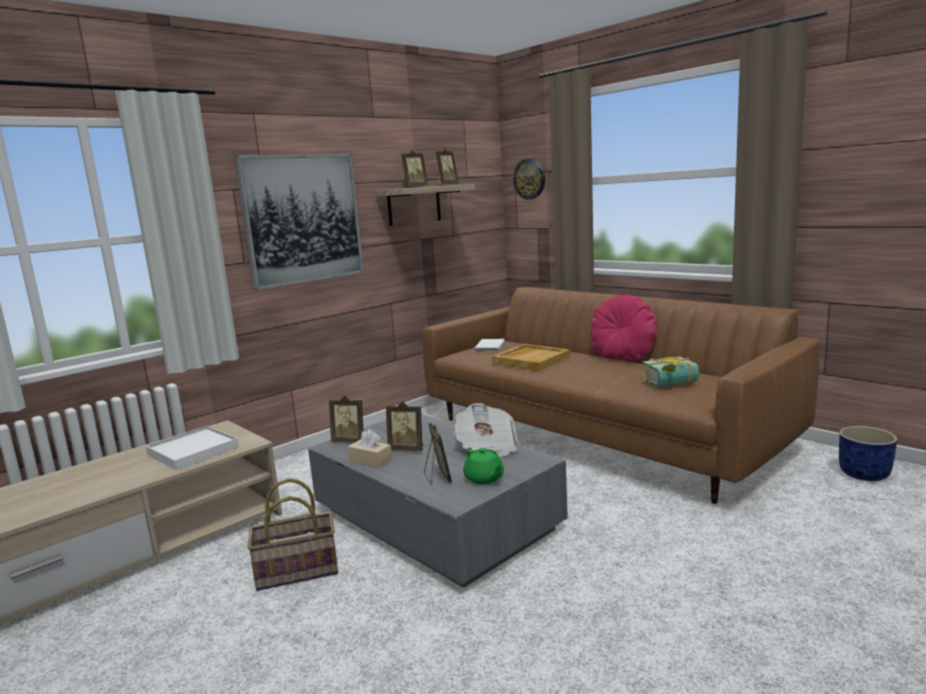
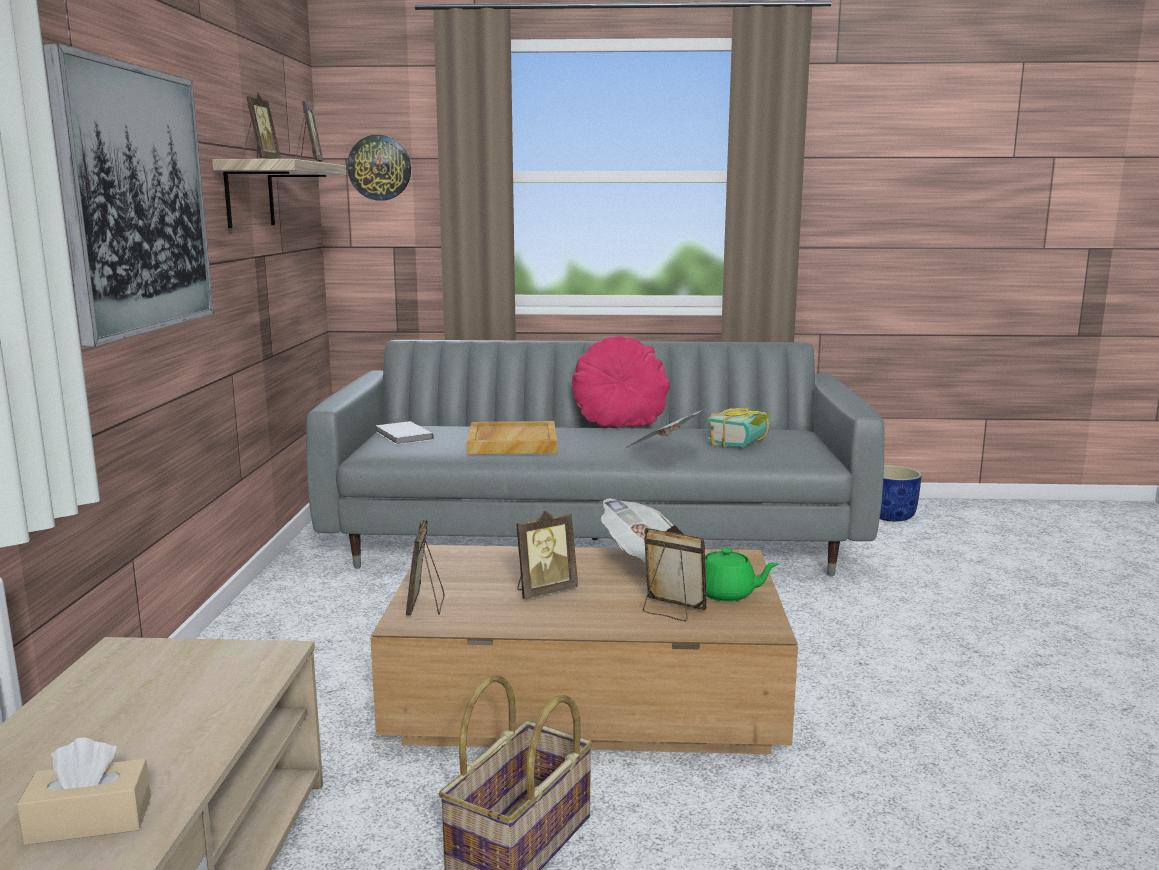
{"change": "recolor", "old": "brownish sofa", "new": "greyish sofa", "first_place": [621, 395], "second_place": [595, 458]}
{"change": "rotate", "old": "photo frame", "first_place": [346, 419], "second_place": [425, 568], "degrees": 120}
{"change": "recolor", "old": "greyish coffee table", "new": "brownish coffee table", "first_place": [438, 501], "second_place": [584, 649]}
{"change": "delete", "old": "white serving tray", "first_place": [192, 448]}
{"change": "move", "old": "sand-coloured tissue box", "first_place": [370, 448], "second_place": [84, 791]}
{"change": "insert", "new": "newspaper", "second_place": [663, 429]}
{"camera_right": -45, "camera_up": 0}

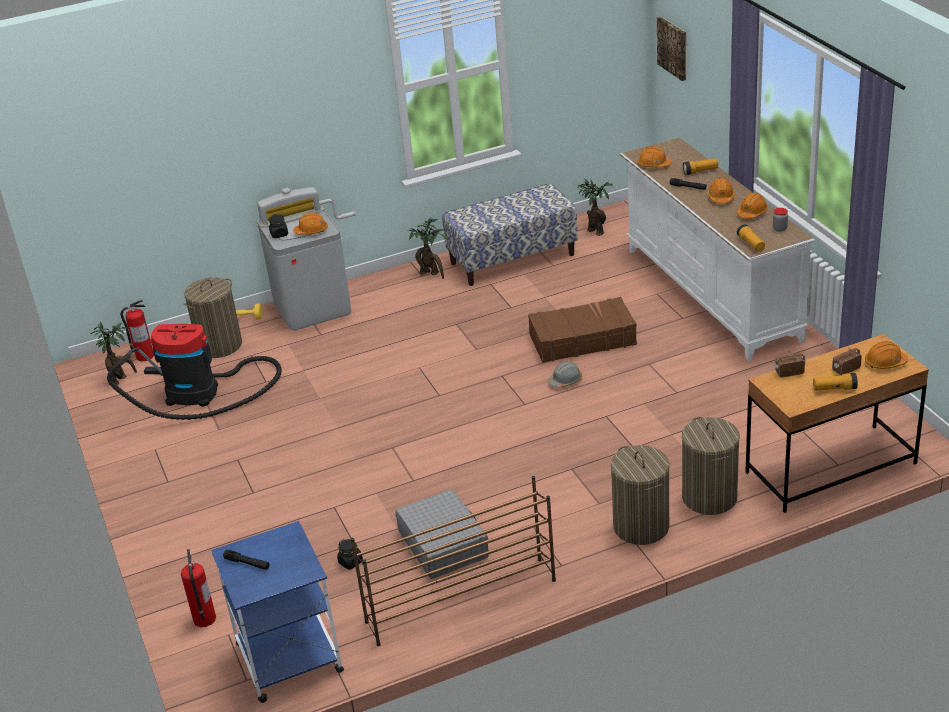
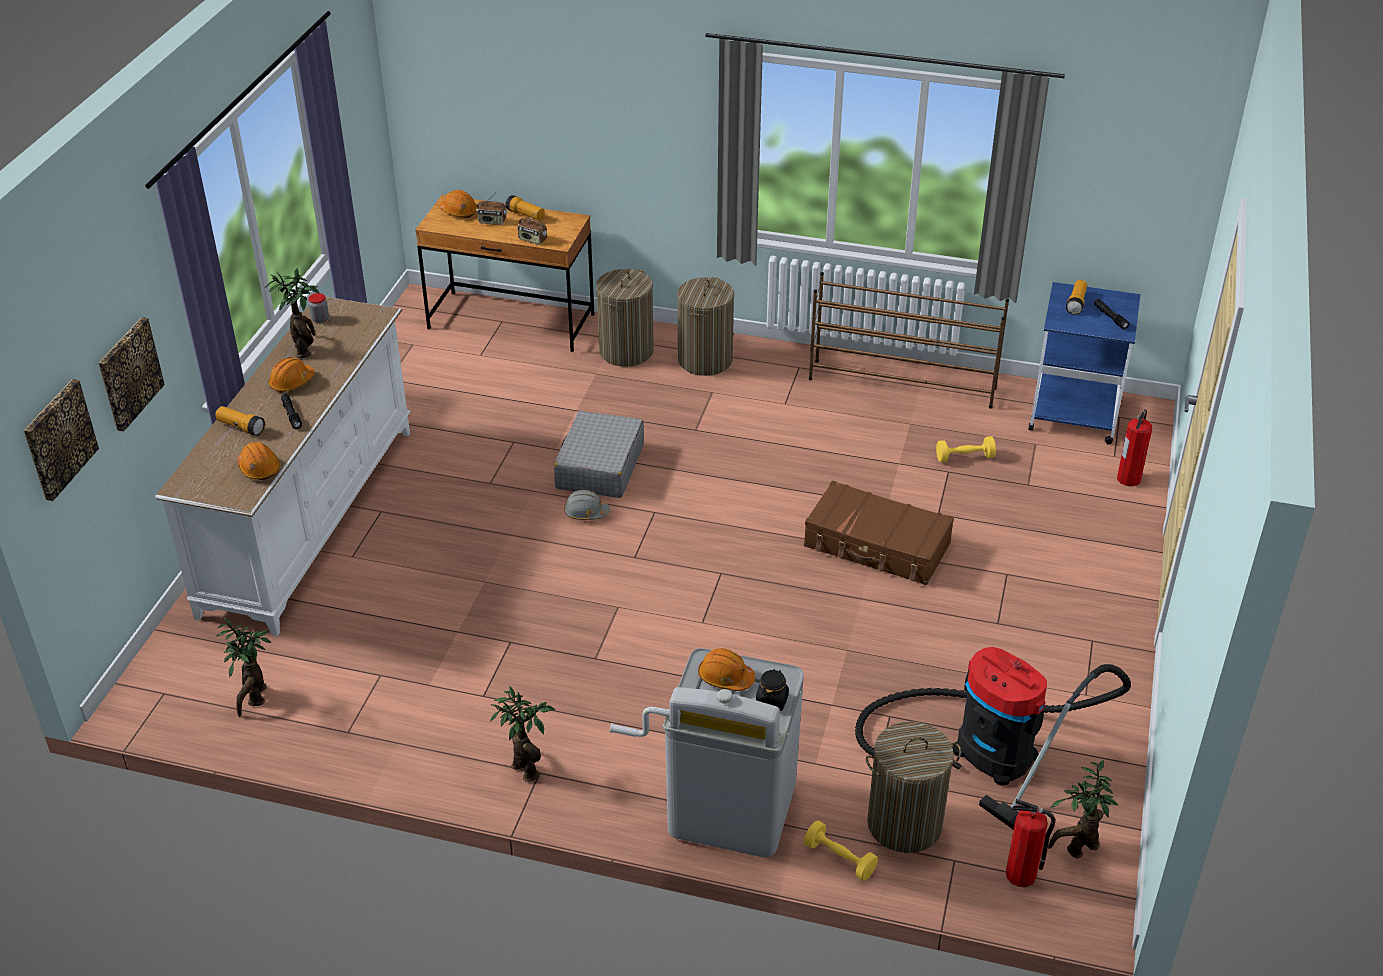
{"change": "delete", "old": "indoor bench", "first_place": [510, 234]}
{"change": "replace", "old": "orange work helmet", "new": "potted plant", "first_place": [752, 206], "second_place": [292, 313]}
{"change": "move", "old": "flashlight", "first_place": [751, 237], "second_place": [1076, 297]}
{"change": "move", "old": "brownish piece of luggage", "first_place": [582, 330], "second_place": [879, 533]}
{"change": "move", "old": "greyish piece of luggage", "first_place": [442, 534], "second_place": [599, 454]}
{"change": "replace", "old": "black-coloured jar", "new": "yellow-coloured free weight", "first_place": [350, 554], "second_place": [966, 449]}
{"change": "insert", "new": "wall picture", "second_place": [132, 374]}
{"camera_right": -145, "camera_up": 5}

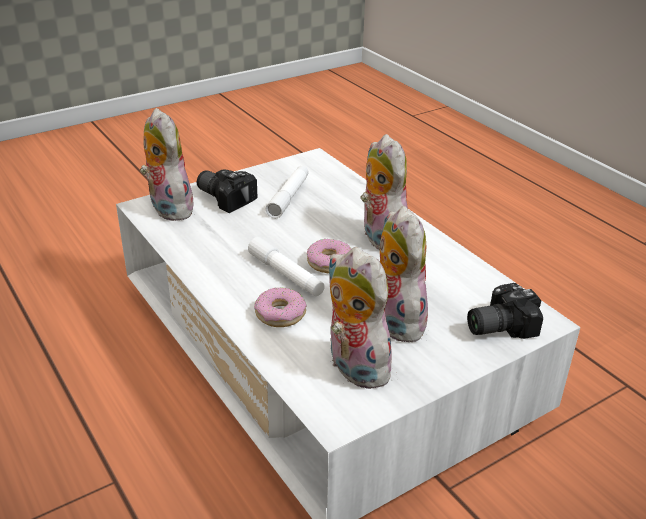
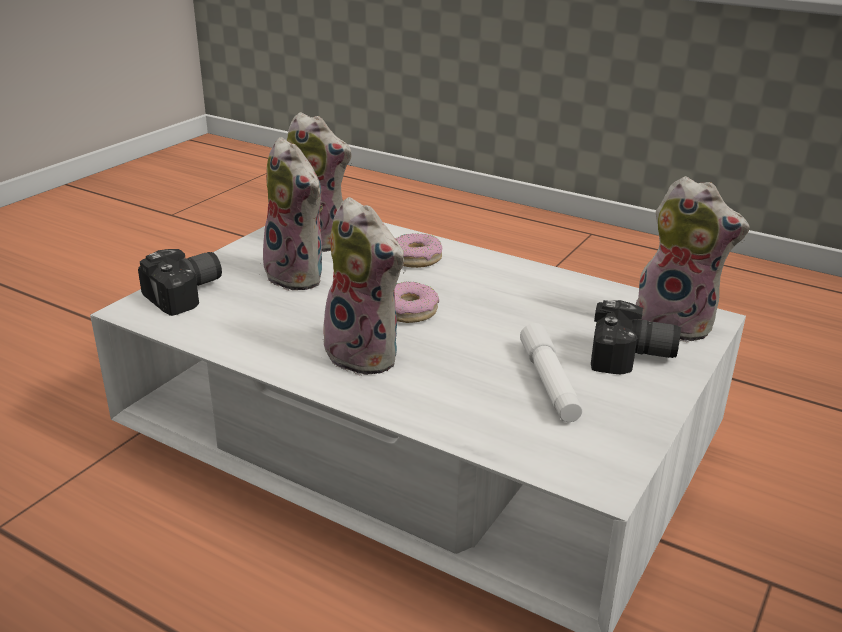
{"change": "delete", "old": "white flashlight", "first_place": [286, 266]}
{"camera_right": 155, "camera_up": -5}

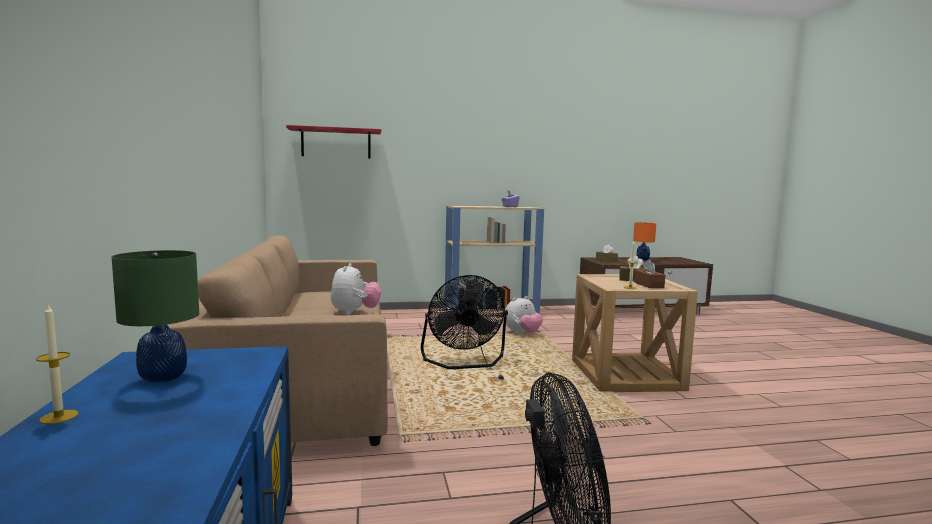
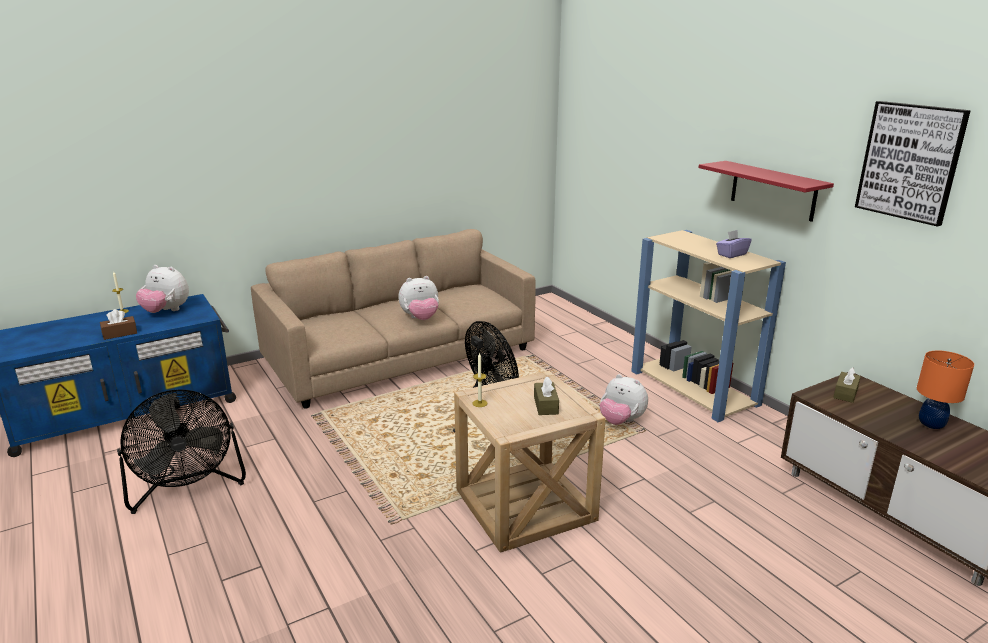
{"change": "move", "old": "red-coloured shelf", "first_place": [333, 141], "second_place": [766, 191]}
{"change": "replace", "old": "green-coloured tabletop lamp", "new": "cuddly toy", "first_place": [155, 316], "second_place": [162, 289]}
{"change": "move", "old": "brownish tissue box", "first_place": [649, 273], "second_place": [118, 324]}
{"change": "insert", "new": "wall picture", "second_place": [913, 163]}
{"camera_right": 70, "camera_up": 15}

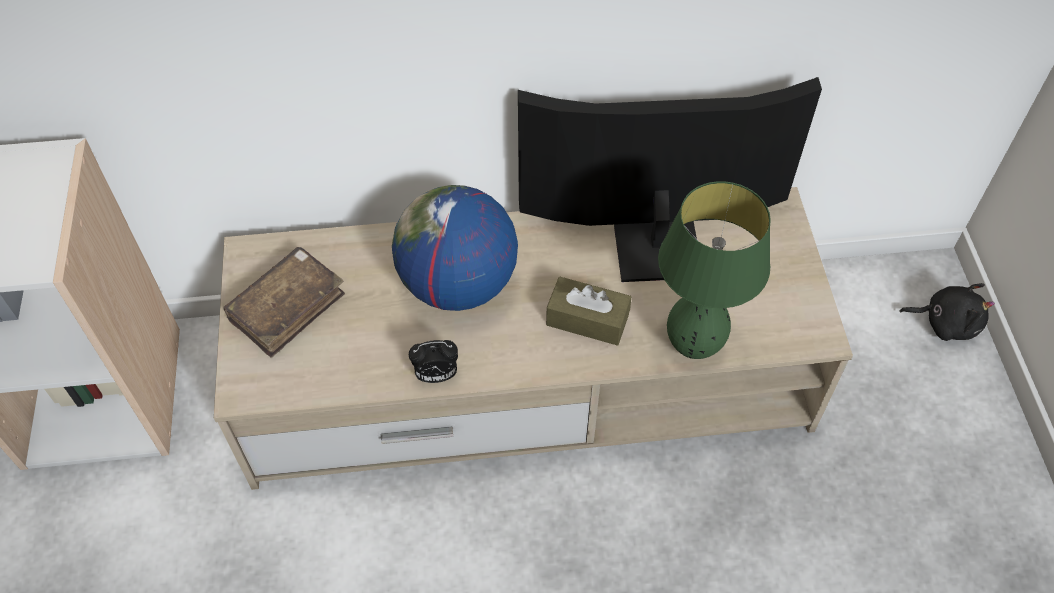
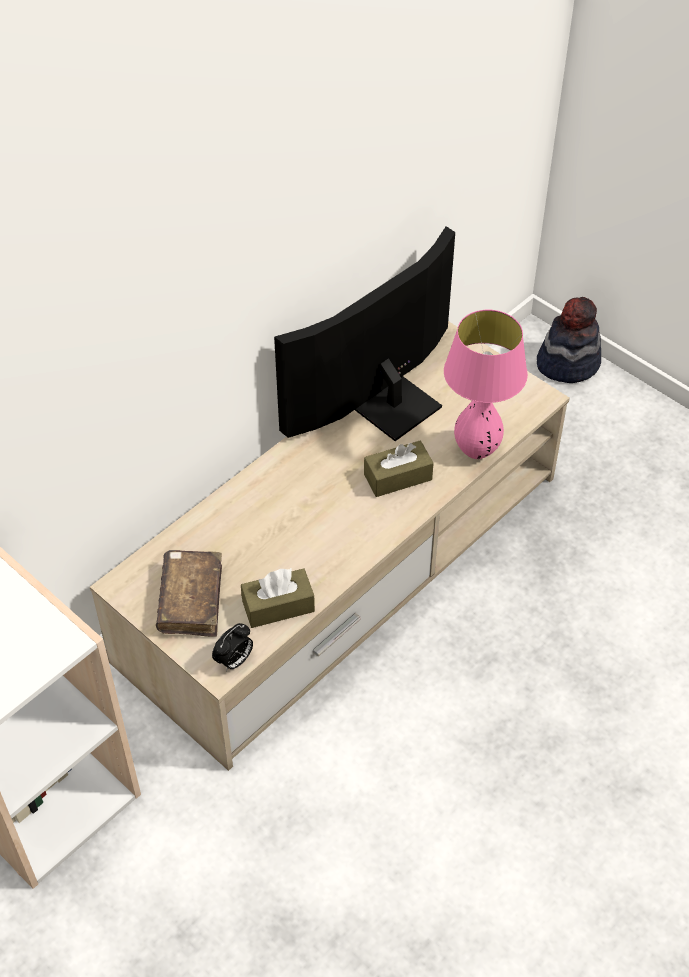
{"change": "recolor", "old": "green-coloured tabletop lamp", "new": "pinkish tabletop lamp", "first_place": [714, 270], "second_place": [486, 384]}
{"change": "delete", "old": "globe", "first_place": [455, 248]}
{"change": "replace", "old": "black-coloured cuddly toy", "new": "clothing hat", "first_place": [947, 312], "second_place": [569, 340]}
{"change": "move", "old": "bedside clock", "first_place": [433, 361], "second_place": [232, 647]}
{"change": "insert", "new": "brownish tissue box", "second_place": [278, 598]}
{"camera_right": -40, "camera_up": -5}

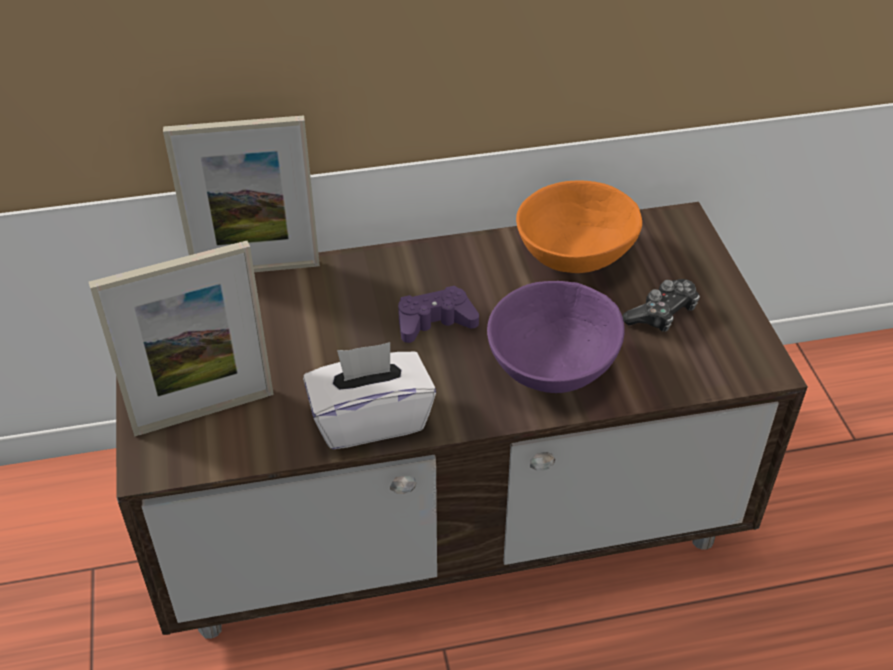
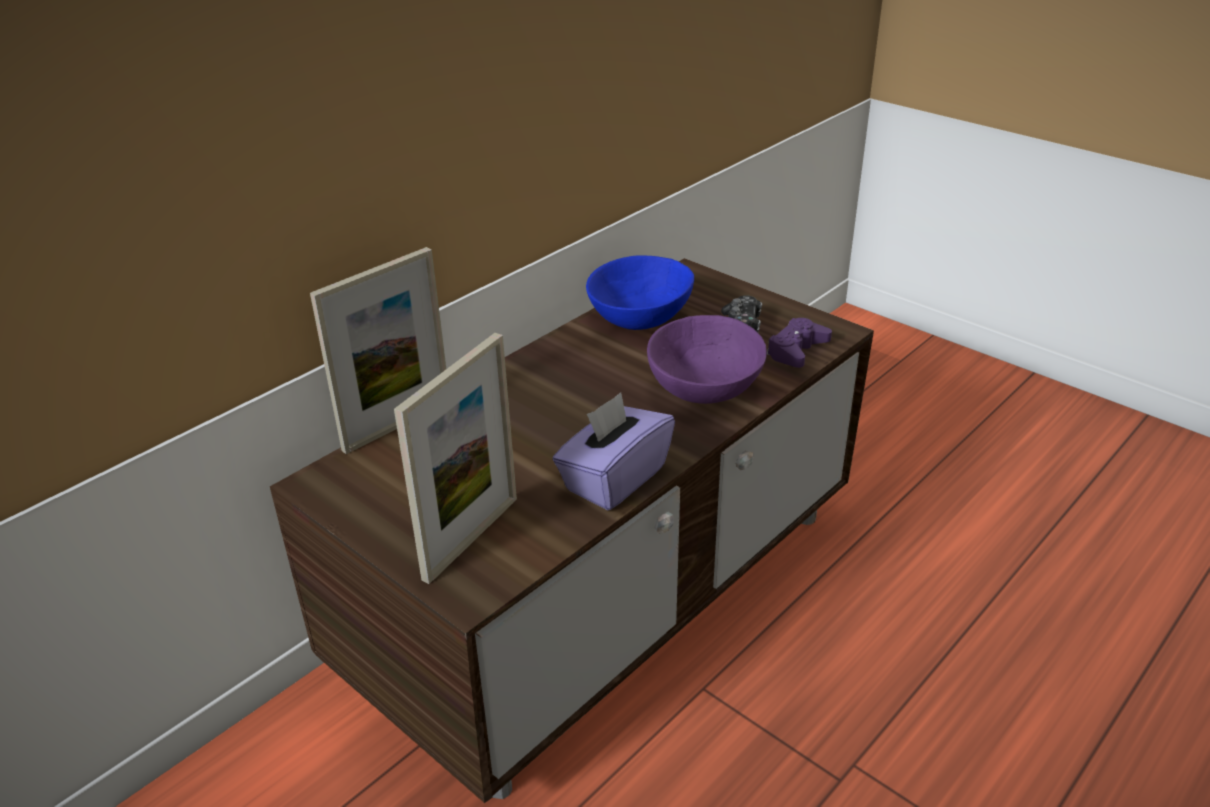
{"change": "recolor", "old": "orange serving bowl", "new": "blue-coloured serving bowl", "first_place": [579, 226], "second_place": [640, 292]}
{"change": "move", "old": "purple-coloured joypad", "first_place": [438, 314], "second_place": [799, 343]}
{"change": "recolor", "old": "white tissue box", "new": "purple-coloured tissue box", "first_place": [369, 395], "second_place": [613, 451]}
{"camera_right": -35, "camera_up": -10}

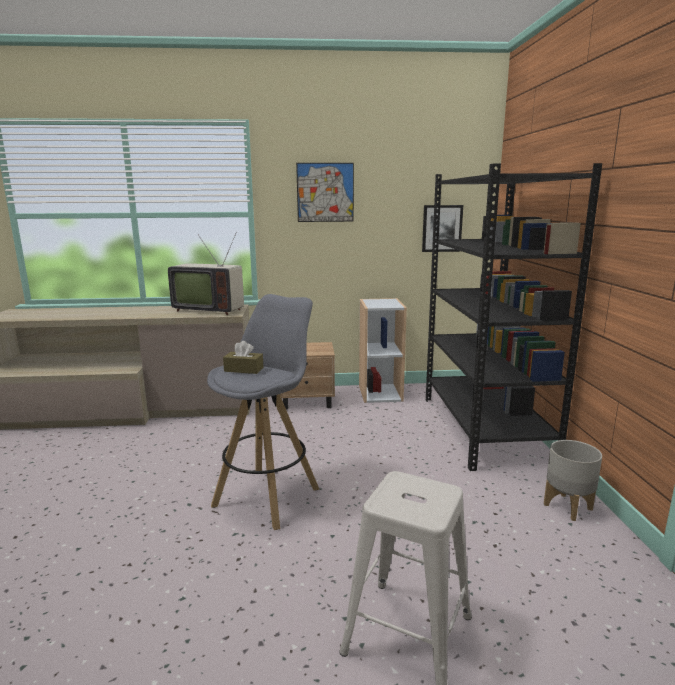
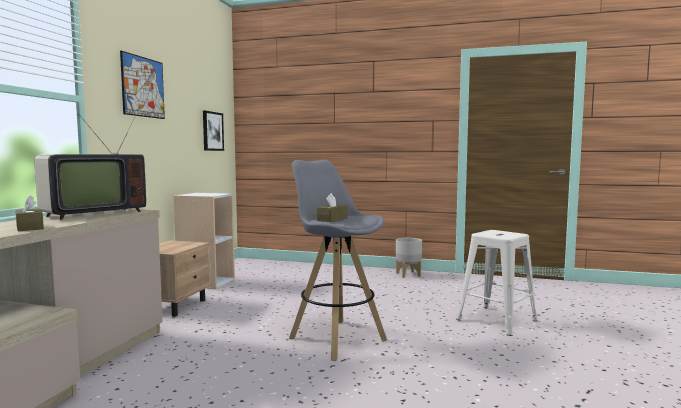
{"change": "delete", "old": "black-coloured shelving unit", "first_place": [514, 317]}
{"change": "insert", "new": "brownish tissue box", "second_place": [29, 213]}
{"camera_right": -70, "camera_up": -10}

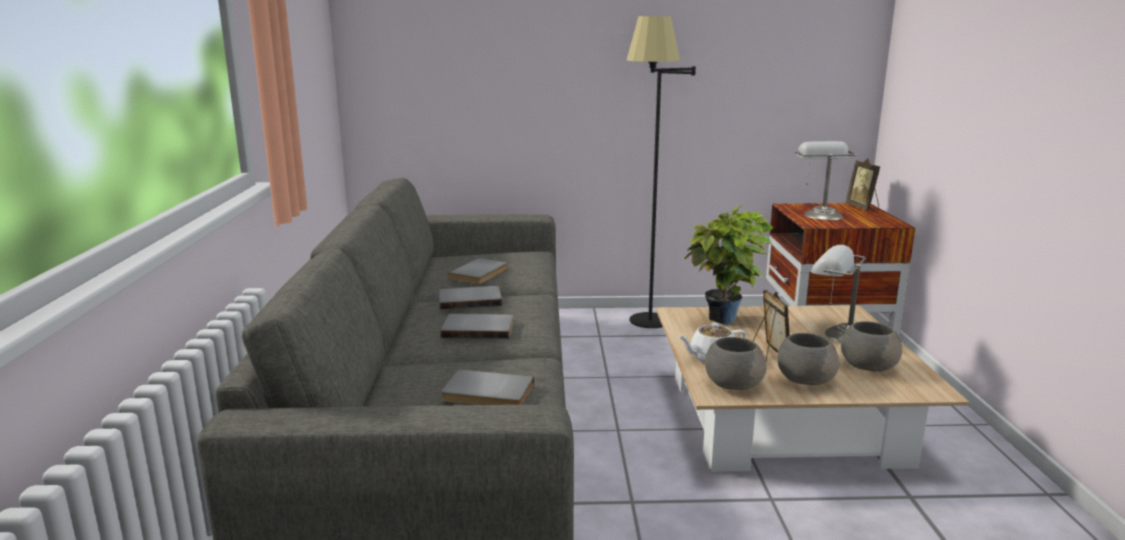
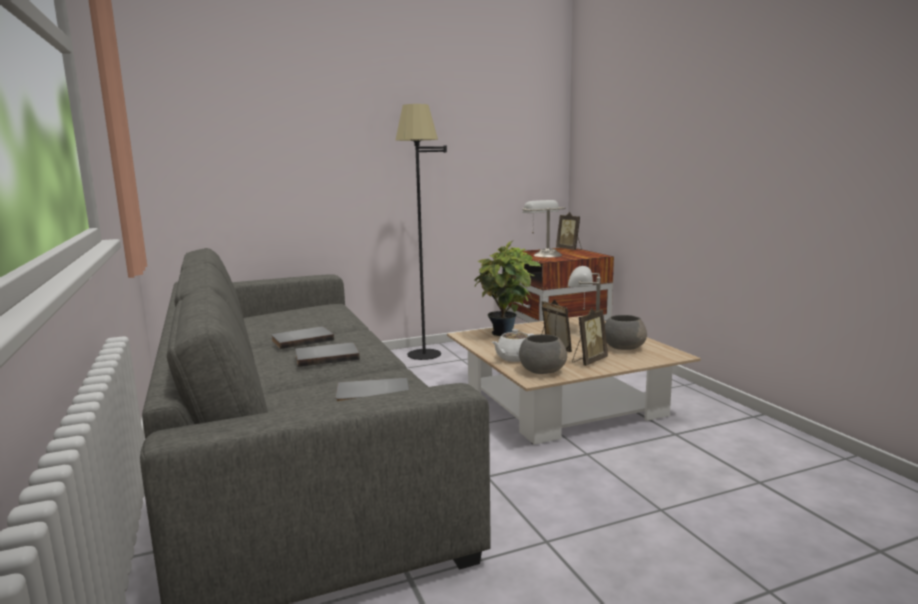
{"change": "delete", "old": "greyish volume", "first_place": [478, 271]}
{"change": "replace", "old": "greyish serving bowl", "new": "photo frame", "first_place": [808, 359], "second_place": [590, 337]}
{"camera_right": -20, "camera_up": -5}

